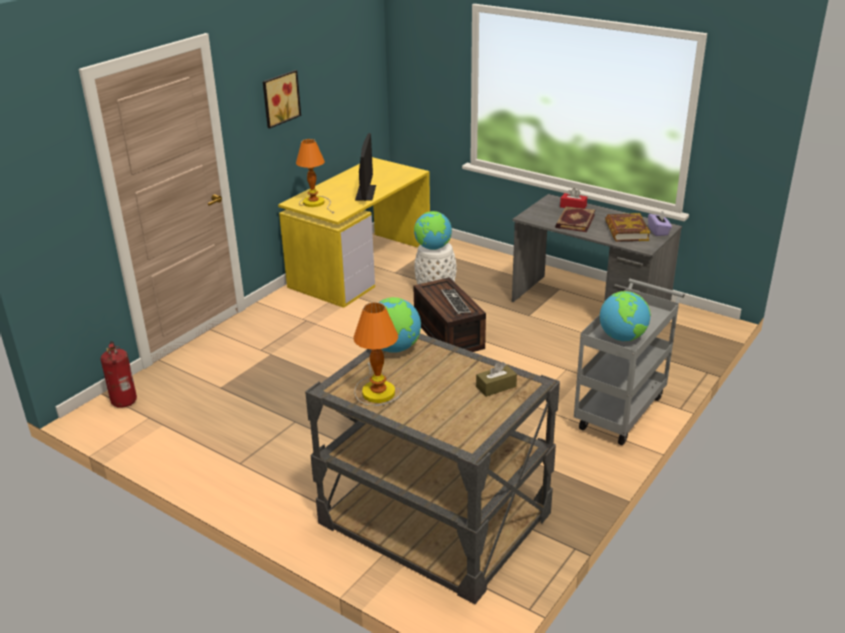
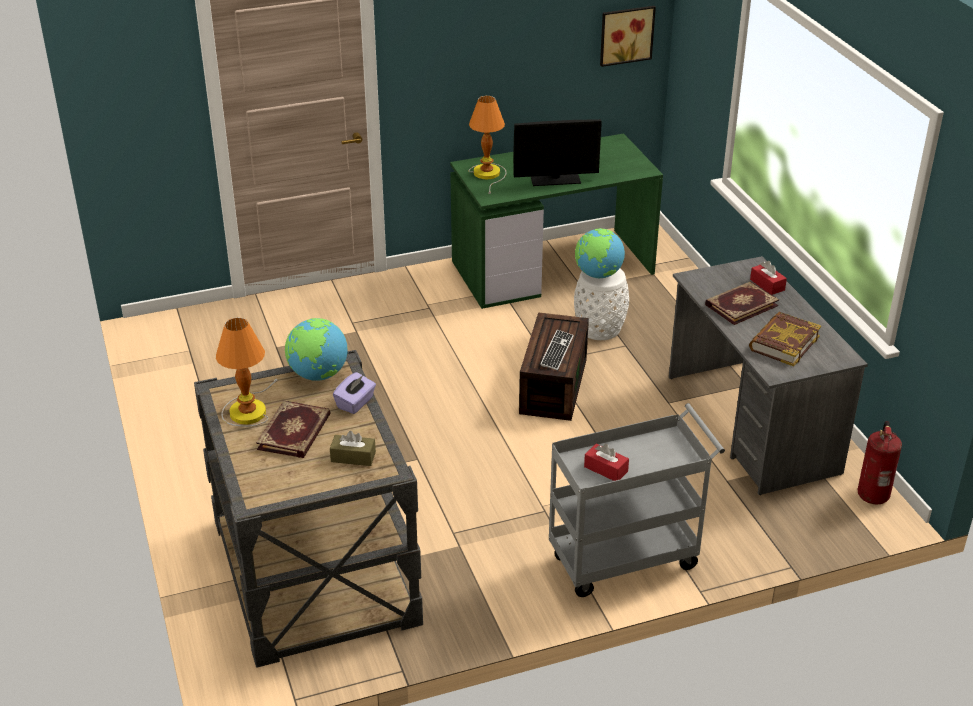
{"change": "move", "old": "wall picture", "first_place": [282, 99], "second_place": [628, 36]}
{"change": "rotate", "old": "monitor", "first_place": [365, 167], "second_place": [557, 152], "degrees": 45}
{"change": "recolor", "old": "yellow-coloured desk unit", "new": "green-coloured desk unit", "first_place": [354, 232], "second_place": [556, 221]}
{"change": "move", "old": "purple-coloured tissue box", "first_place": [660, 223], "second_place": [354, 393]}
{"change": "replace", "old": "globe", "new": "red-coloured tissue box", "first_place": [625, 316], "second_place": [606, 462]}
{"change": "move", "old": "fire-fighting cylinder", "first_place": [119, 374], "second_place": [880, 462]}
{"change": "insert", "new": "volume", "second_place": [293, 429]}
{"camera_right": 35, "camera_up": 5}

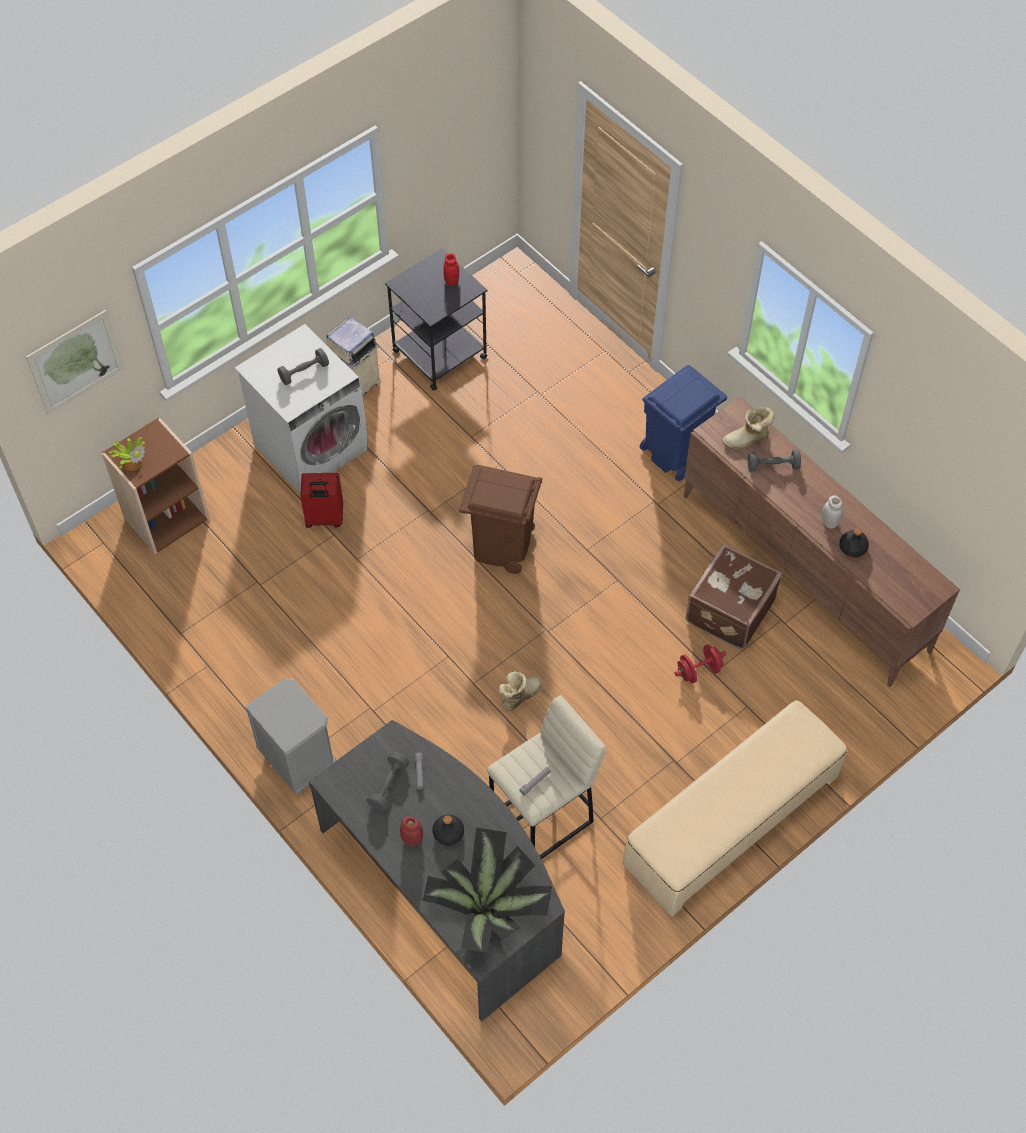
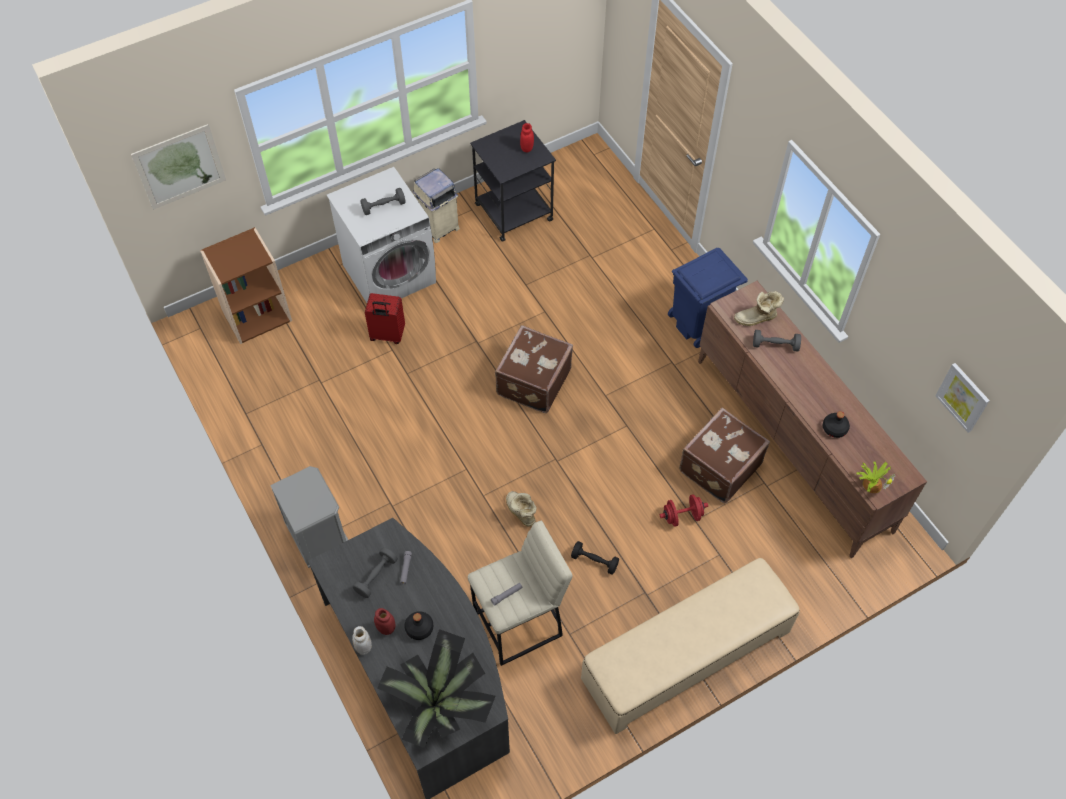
{"change": "move", "old": "potted plant", "first_place": [127, 454], "second_place": [876, 477]}
{"change": "replace", "old": "brownish rubbish bin", "new": "brownish piece of luggage", "first_place": [500, 519], "second_place": [534, 369]}
{"change": "move", "old": "white jar", "first_place": [832, 511], "second_place": [362, 640]}
{"change": "rotate", "old": "high-top boot", "first_place": [520, 691], "second_place": [521, 508], "degrees": -90}
{"change": "insert", "new": "wall picture", "second_place": [962, 398]}
{"change": "insert", "new": "black-coloured free weight", "second_place": [595, 558]}
{"camera_right": 10, "camera_up": 0}

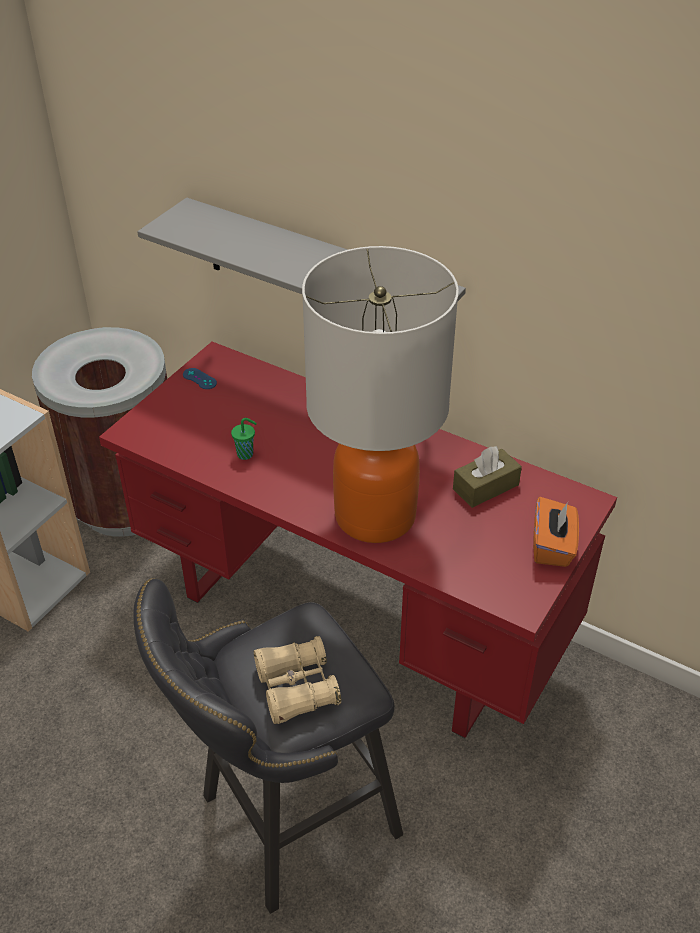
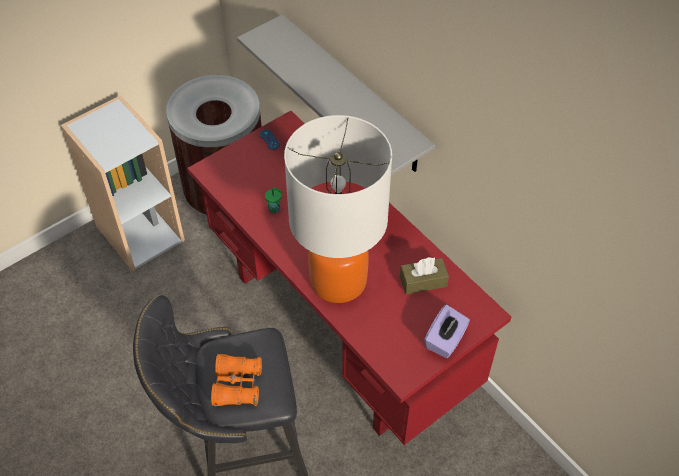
{"change": "recolor", "old": "orange tissue box", "new": "purple-coloured tissue box", "first_place": [556, 532], "second_place": [447, 331]}
{"change": "recolor", "old": "sand-coloured field glasses", "new": "orange field glasses", "first_place": [297, 680], "second_place": [236, 380]}
{"camera_right": 20, "camera_up": 10}

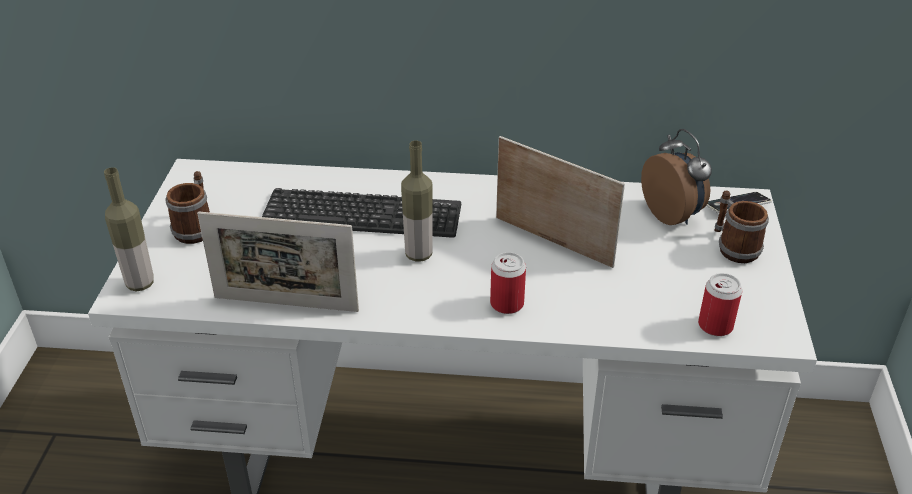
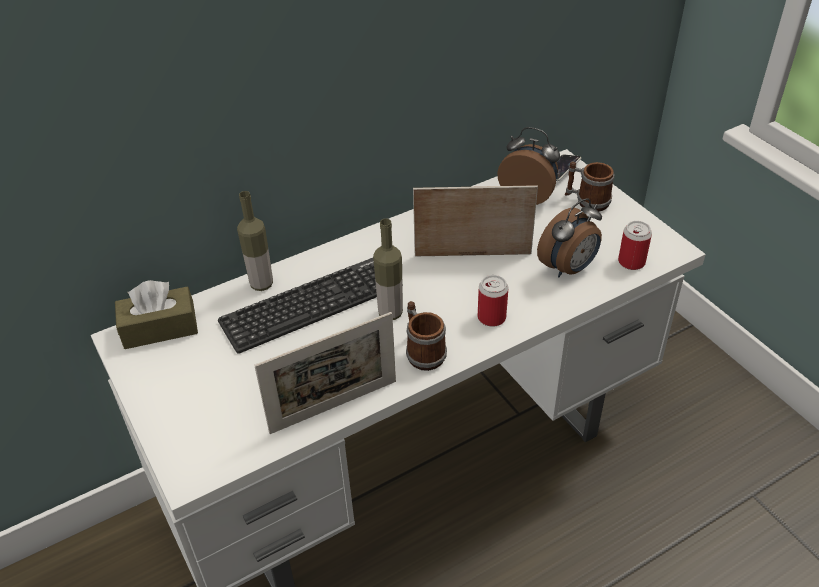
{"change": "move", "old": "beverage bottle", "first_place": [129, 229], "second_place": [255, 241]}
{"change": "move", "old": "mug", "first_place": [187, 207], "second_place": [426, 336]}
{"change": "insert", "new": "bedside clock", "second_place": [569, 237]}
{"change": "insert", "new": "brownish tissue box", "second_place": [156, 314]}
{"camera_right": -35, "camera_up": 5}

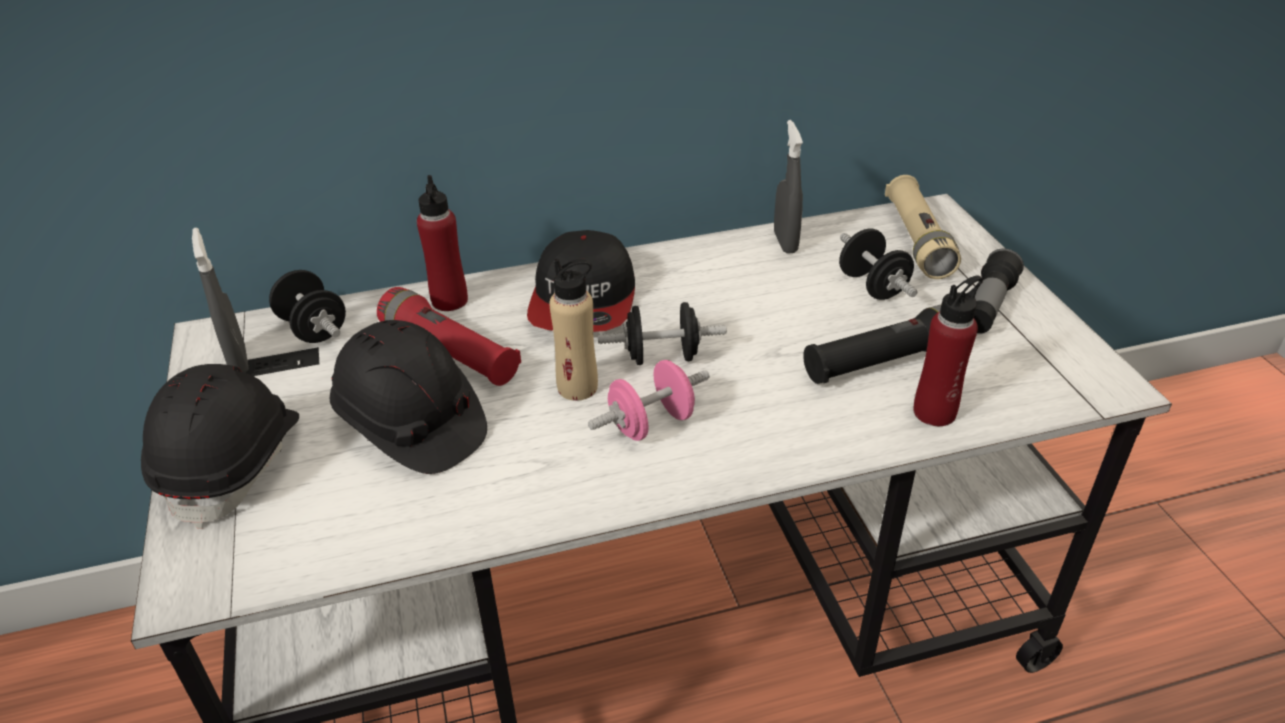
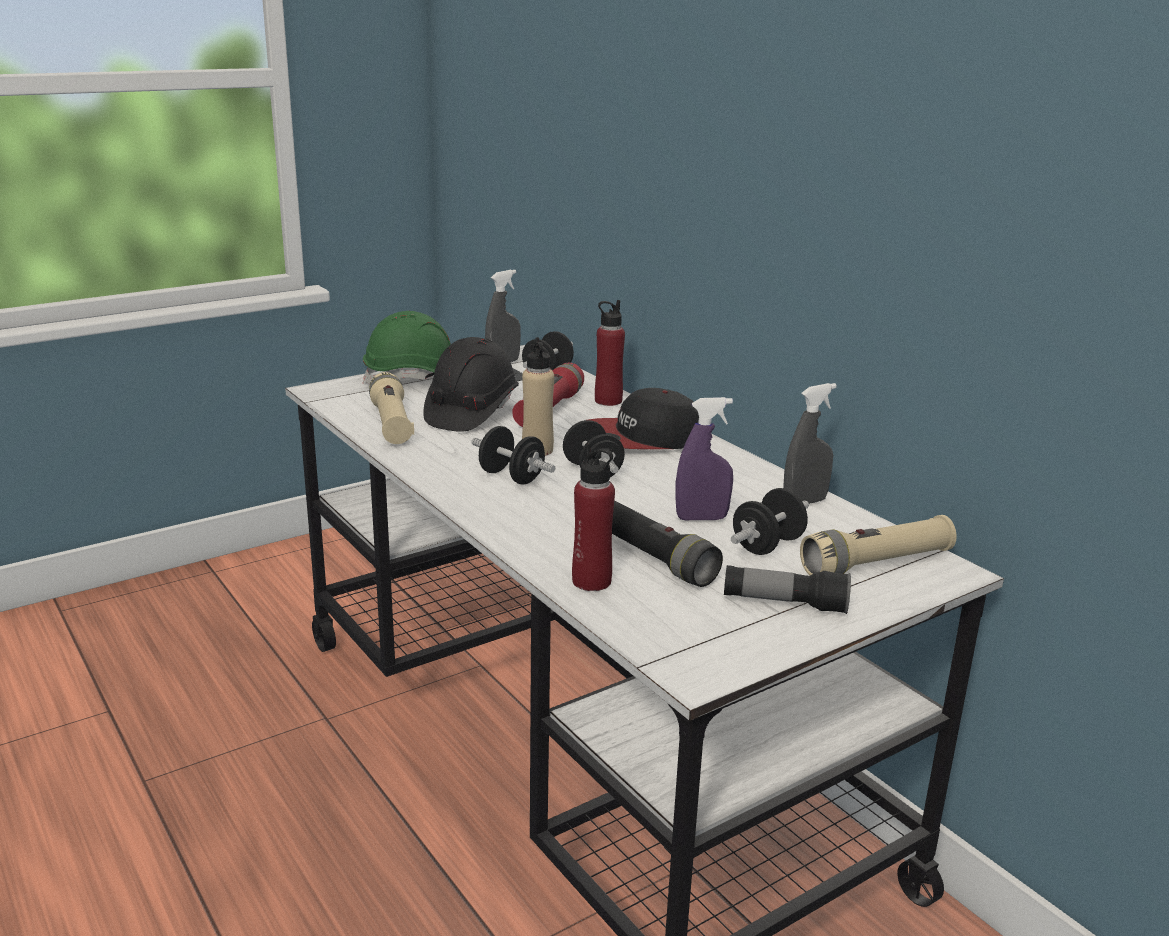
{"change": "recolor", "old": "pinkish free weight", "new": "black-coloured free weight", "first_place": [649, 400], "second_place": [513, 455]}
{"change": "recolor", "old": "black-coloured work helmet", "new": "green-coloured work helmet", "first_place": [220, 446], "second_place": [407, 347]}
{"change": "insert", "new": "sand-coloured flashlight", "second_place": [391, 408]}
{"change": "insert", "new": "purple-coloured spray bottle", "second_place": [704, 458]}
{"camera_right": 70, "camera_up": -15}

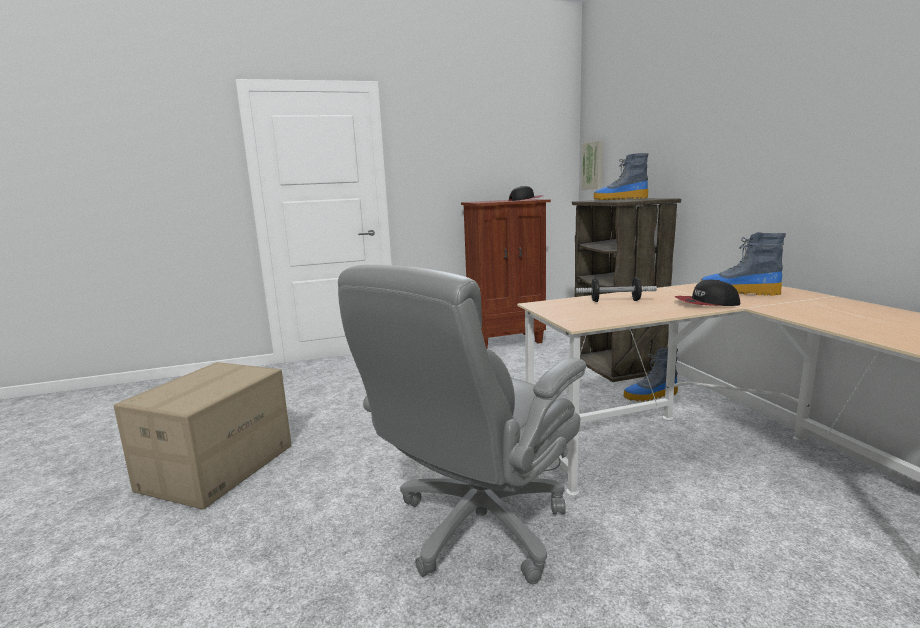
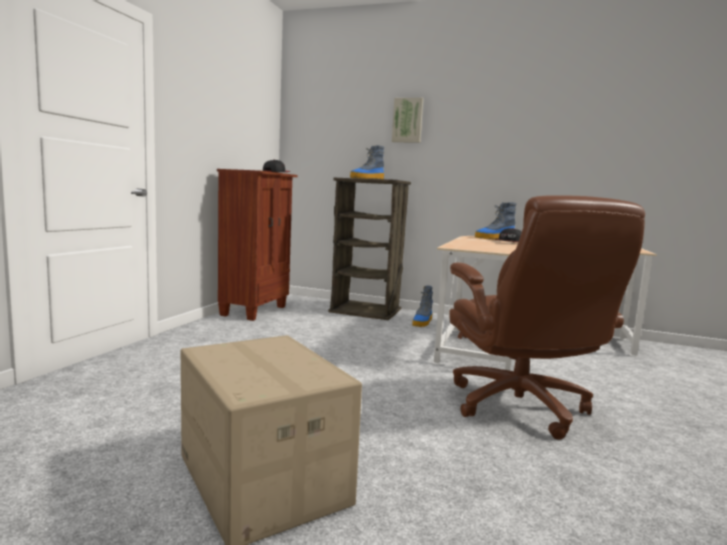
{"change": "move", "old": "wall picture", "first_place": [592, 165], "second_place": [407, 120]}
{"change": "recolor", "old": "greyish office chair", "new": "brownish office chair", "first_place": [462, 424], "second_place": [547, 317]}
{"change": "delete", "old": "free weight", "first_place": [616, 289]}
{"camera_right": -55, "camera_up": -5}

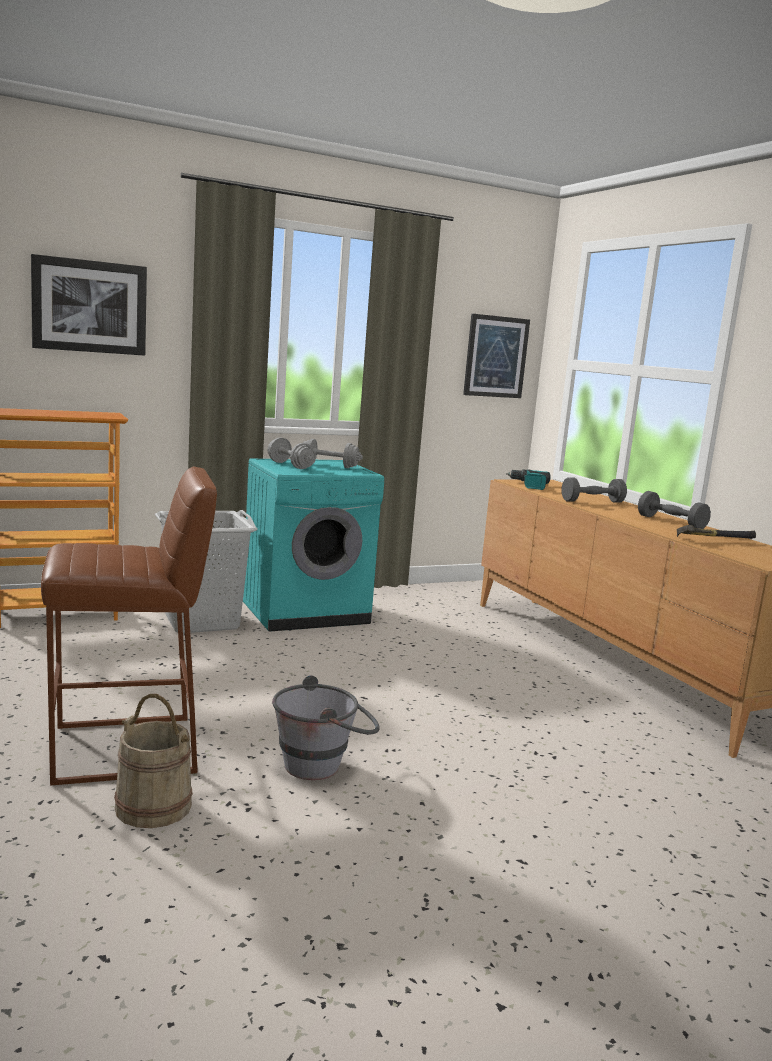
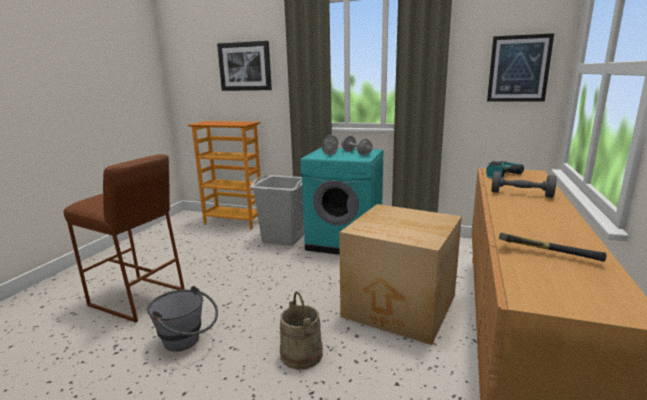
{"change": "delete", "old": "greyish free weight", "first_place": [674, 510]}
{"change": "move", "old": "sand-coloured pail", "first_place": [153, 761], "second_place": [301, 330]}
{"change": "insert", "new": "cardboard box", "second_place": [400, 274]}
{"camera_right": 45, "camera_up": 5}

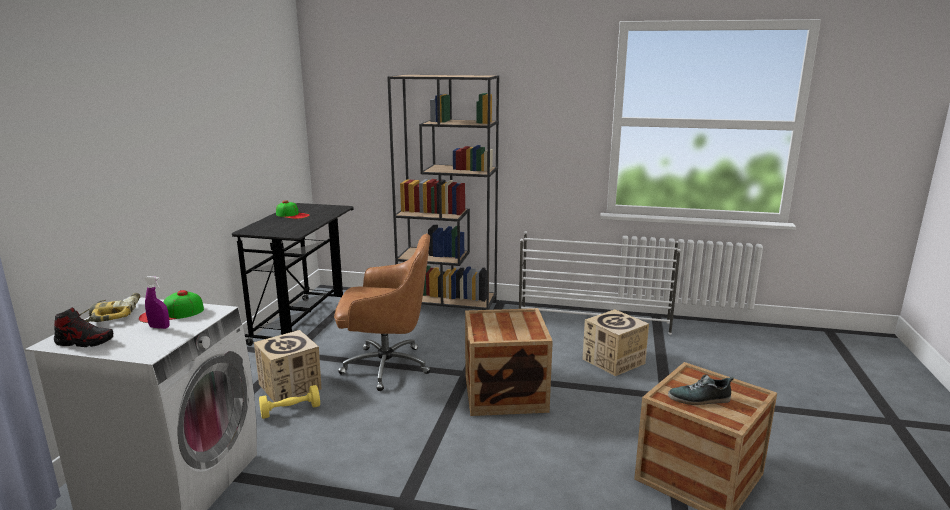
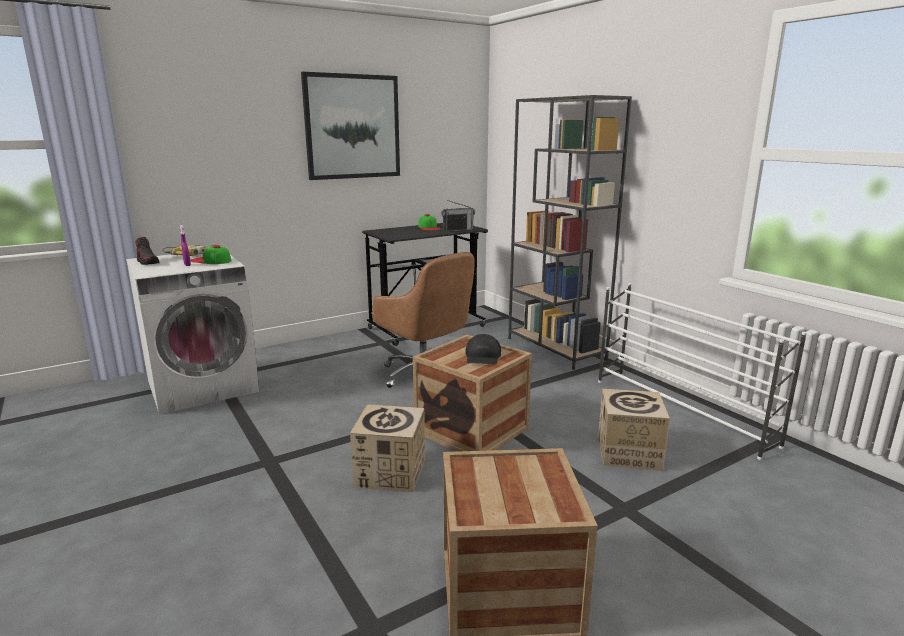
{"change": "move", "old": "cardboard box", "first_place": [288, 366], "second_place": [387, 448]}
{"change": "delete", "old": "shoe", "first_place": [701, 390]}
{"change": "delete", "old": "yellow-coloured free weight", "first_place": [289, 402]}
{"change": "insert", "new": "wall picture", "second_place": [350, 126]}
{"change": "insert", "new": "radio set", "second_place": [458, 216]}
{"change": "insert", "new": "black-coloured peaked cap", "second_place": [483, 349]}
{"camera_right": 45, "camera_up": 0}

